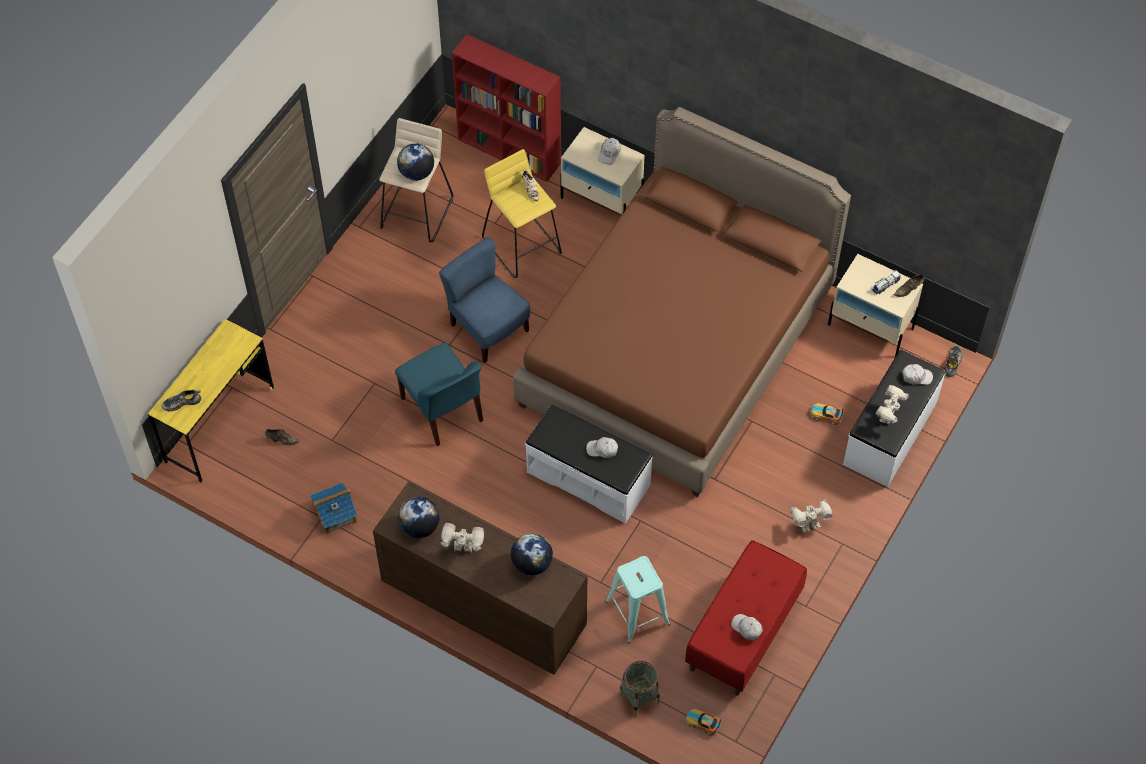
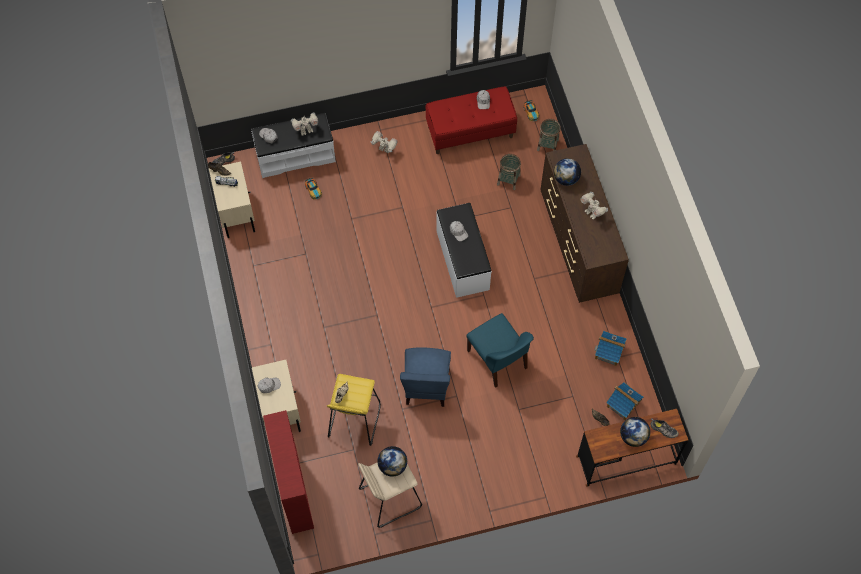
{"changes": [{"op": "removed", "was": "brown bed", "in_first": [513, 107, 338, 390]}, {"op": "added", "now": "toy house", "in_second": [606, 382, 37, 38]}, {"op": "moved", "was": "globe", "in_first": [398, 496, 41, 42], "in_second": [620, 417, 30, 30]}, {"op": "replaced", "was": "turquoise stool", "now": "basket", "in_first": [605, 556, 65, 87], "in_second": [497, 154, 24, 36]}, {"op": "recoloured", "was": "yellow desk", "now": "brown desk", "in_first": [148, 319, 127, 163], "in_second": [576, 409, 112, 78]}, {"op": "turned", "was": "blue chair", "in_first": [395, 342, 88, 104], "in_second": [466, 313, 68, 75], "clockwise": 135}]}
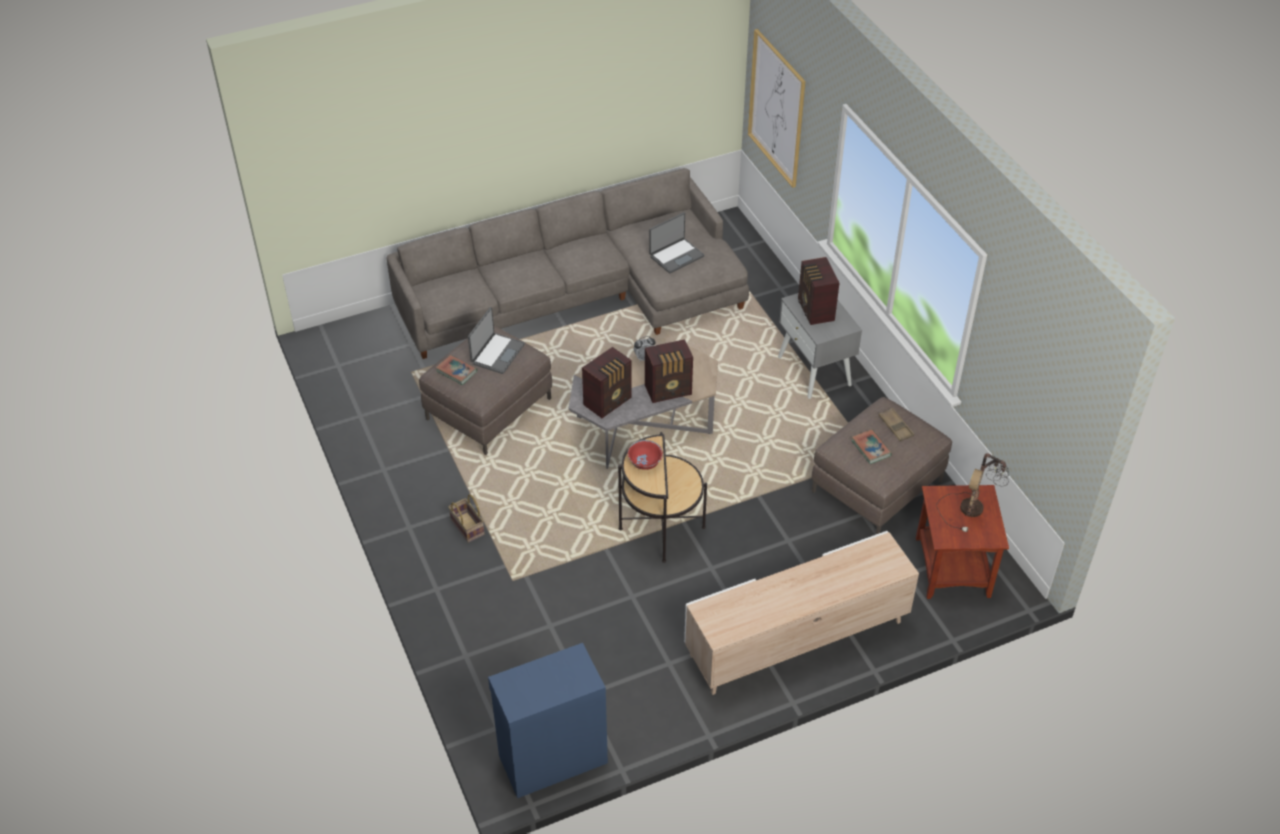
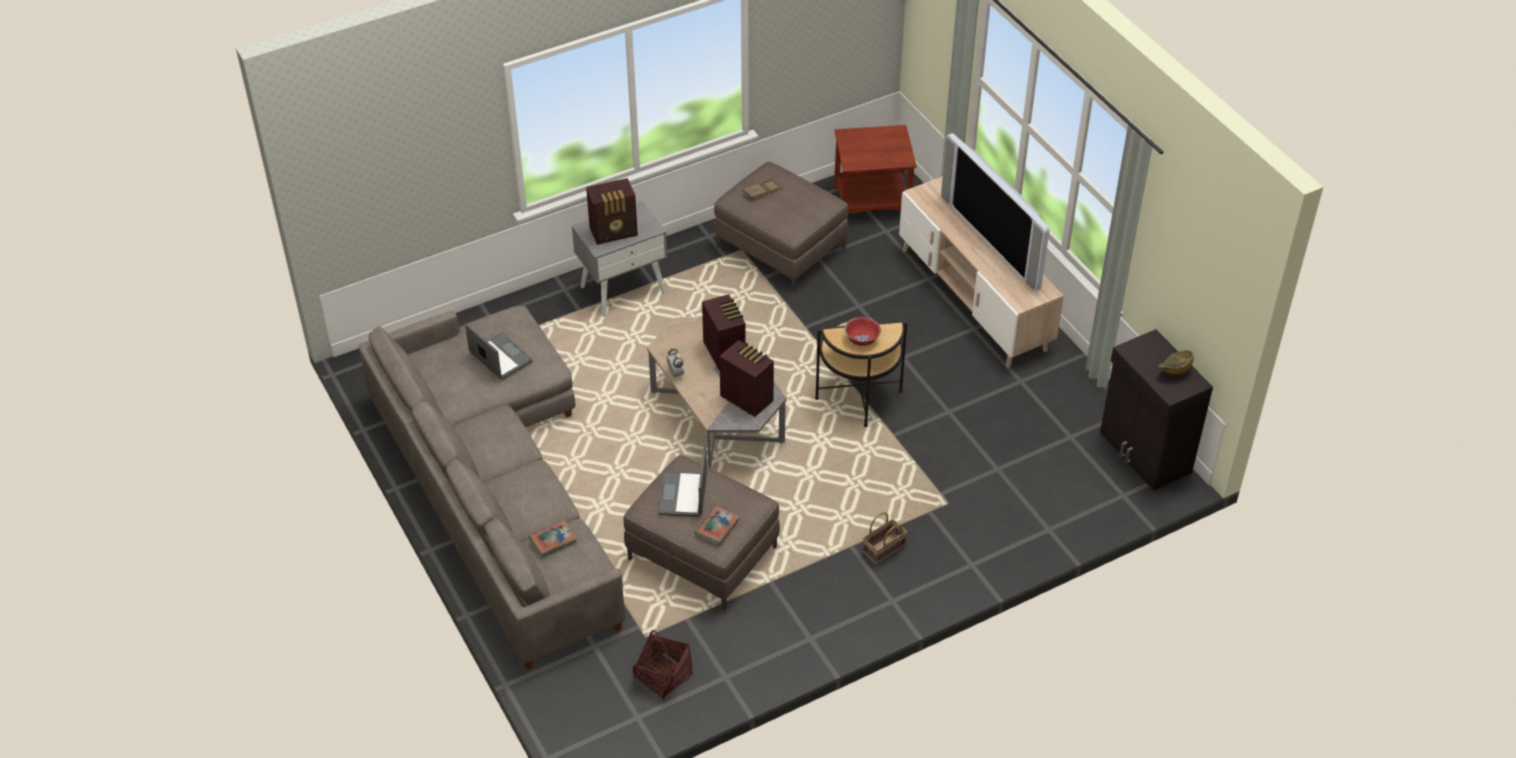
{"changes": [{"op": "removed", "was": "picture", "in_first": [748, 29, 58, 159]}, {"op": "removed", "was": "table lamp", "in_first": [936, 453, 73, 79]}, {"op": "added", "now": "basket", "in_second": [633, 630, 59, 70]}, {"op": "added", "now": "television", "in_second": [941, 133, 108, 158]}, {"op": "added", "now": "bowl", "in_second": [1158, 350, 36, 25]}, {"op": "moved", "was": "book", "in_first": [851, 430, 41, 34], "in_second": [529, 520, 48, 38]}, {"op": "recoloured", "was": "blue cabinet", "now": "black cabinet", "in_first": [488, 643, 120, 155], "in_second": [1100, 329, 113, 162]}, {"op": "turned", "was": "laptop", "in_first": [468, 307, 57, 67], "in_second": [658, 446, 49, 71], "clockwise": -105}]}
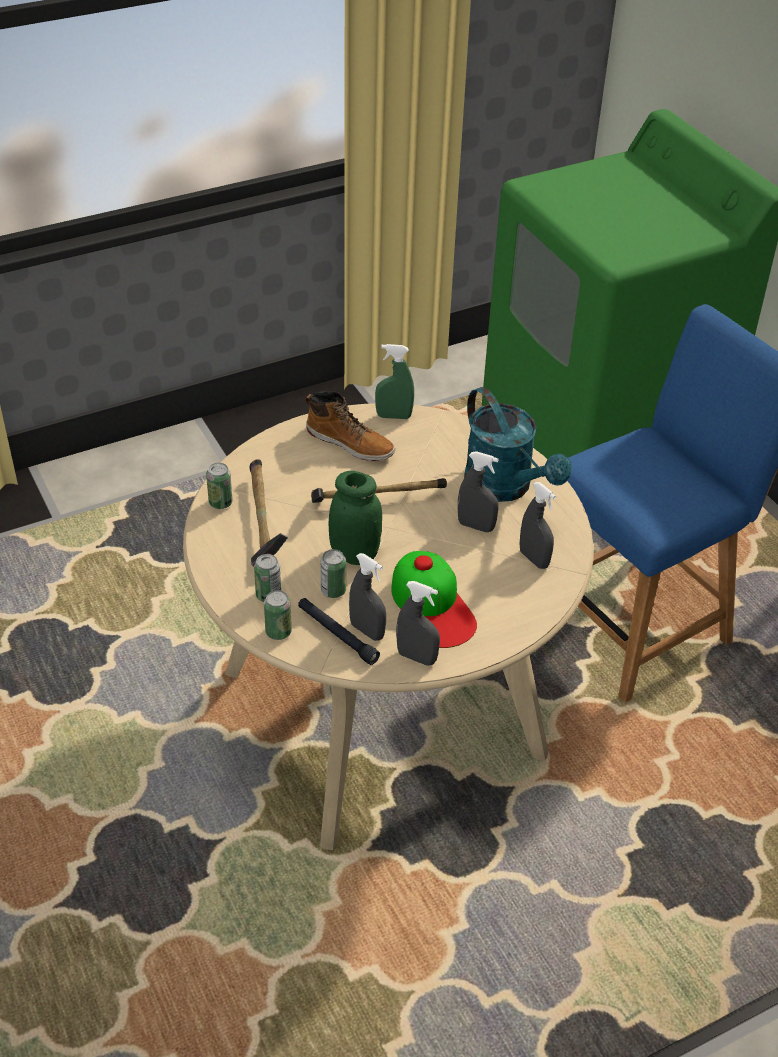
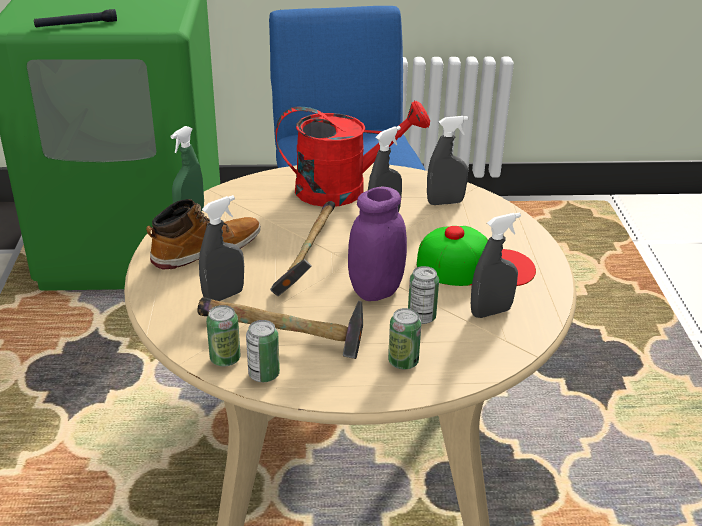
{"changes": [{"op": "moved", "was": "can", "in_first": [264, 590, 28, 50], "in_second": [246, 320, 34, 62]}, {"op": "moved", "was": "black flashlight", "in_first": [298, 598, 82, 67], "in_second": [34, 9, 83, 18]}, {"op": "moved", "was": "grey spray bottle", "in_first": [396, 581, 44, 85], "in_second": [199, 195, 45, 106]}, {"op": "recoloured", "was": "green jar", "now": "purple jar", "in_first": [328, 471, 54, 94], "in_second": [348, 187, 59, 114]}, {"op": "recoloured", "was": "turquoise watering can", "now": "red watering can", "in_first": [464, 387, 107, 115], "in_second": [276, 101, 154, 105]}]}
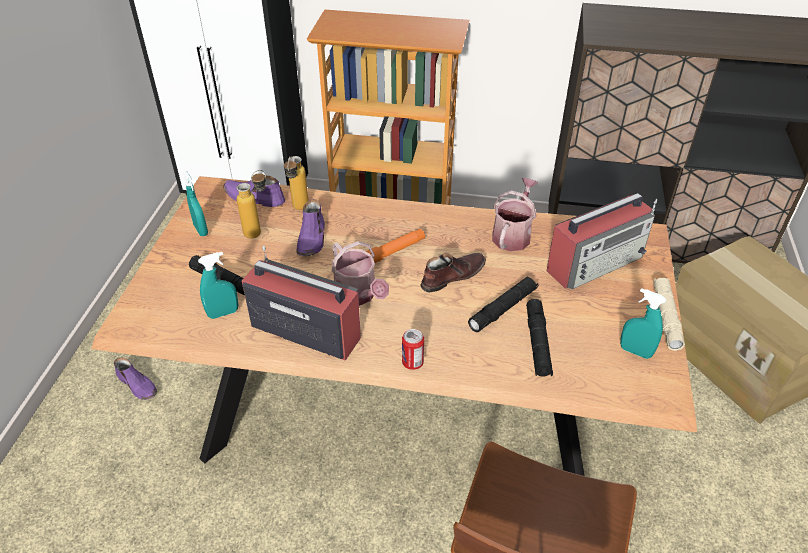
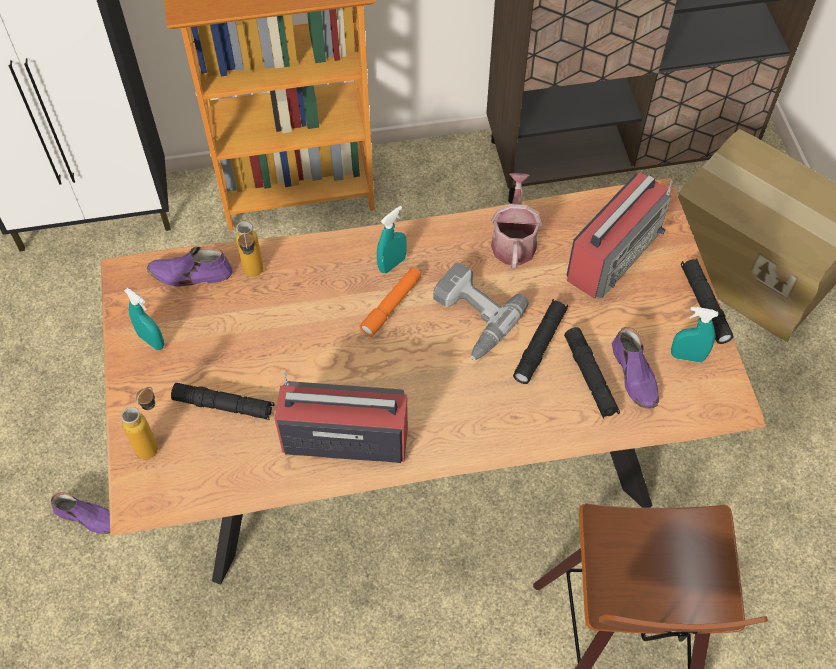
{"changes": [{"op": "removed", "was": "watering can", "in_first": [331, 241, 58, 65]}, {"op": "removed", "was": "can", "in_first": [402, 329, 22, 41]}, {"op": "moved", "was": "turquoise spray bottle", "in_first": [198, 252, 40, 67], "in_second": [377, 206, 30, 67]}, {"op": "moved", "was": "bottle", "in_first": [237, 170, 29, 69], "in_second": [121, 387, 37, 72]}, {"op": "moved", "was": "purple shoe", "in_first": [296, 199, 29, 57], "in_second": [612, 327, 47, 82]}, {"op": "replaced", "was": "brown shoe", "now": "power drill", "in_first": [421, 253, 65, 40], "in_second": [433, 262, 96, 98]}, {"op": "recoloured", "was": "beige flashlight", "now": "black flashlight", "in_first": [653, 278, 32, 73], "in_second": [681, 258, 53, 86]}]}
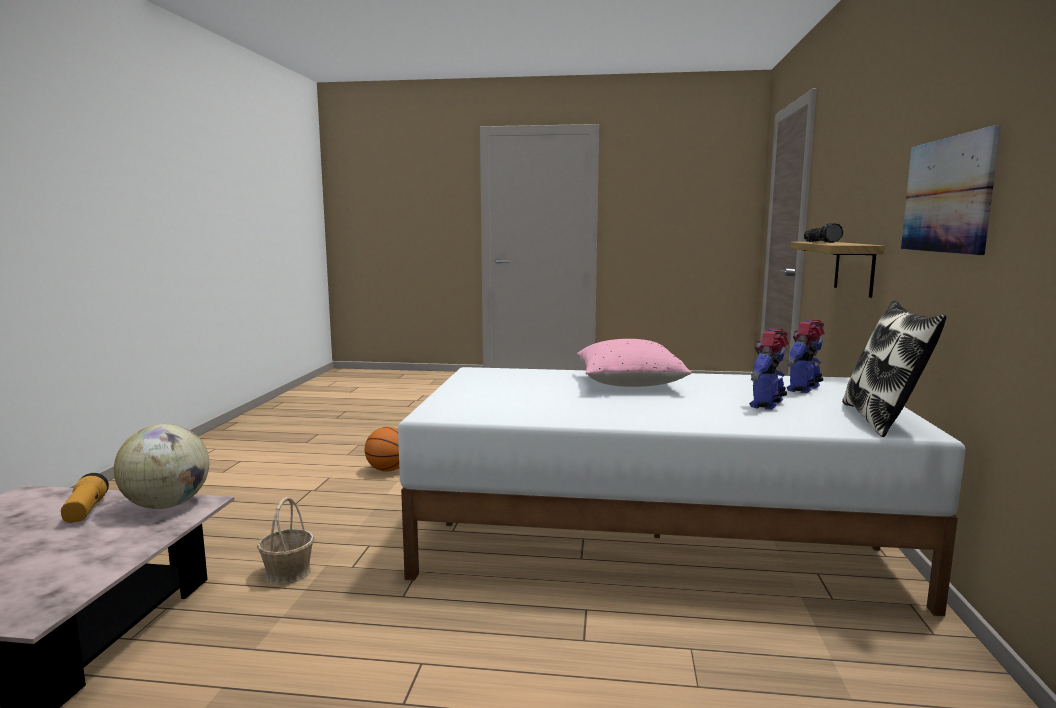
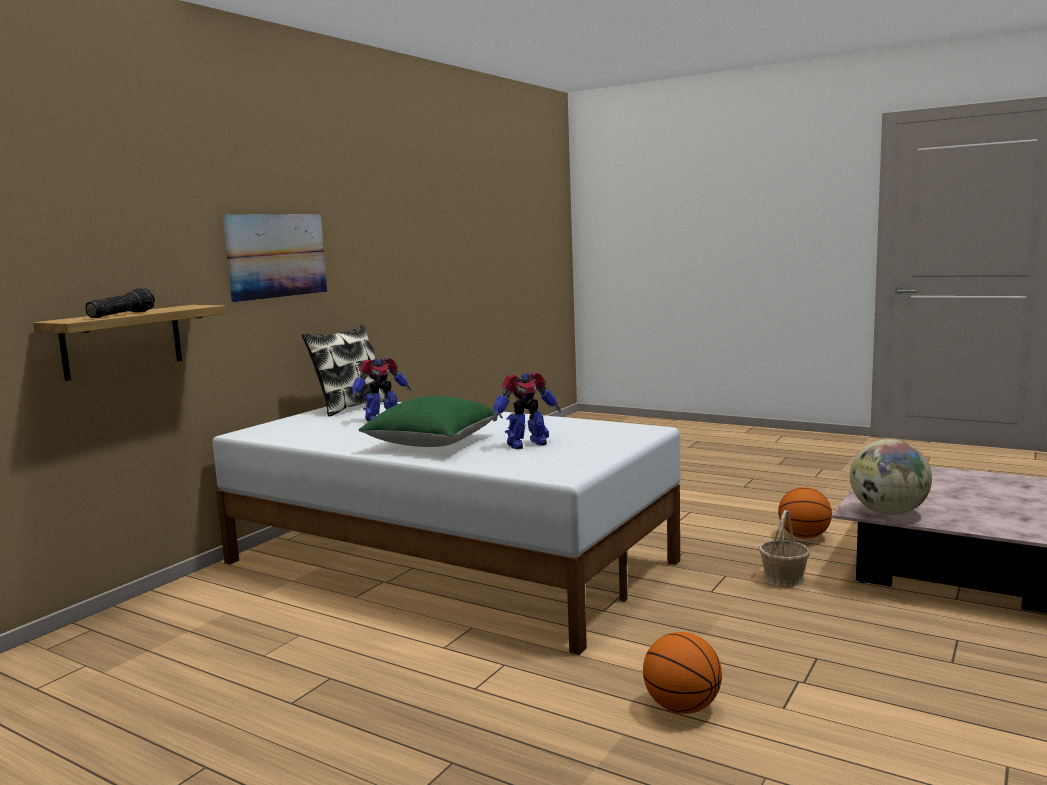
{"changes": [{"op": "removed", "was": "flashlight", "in_first": [61, 473, 48, 49]}, {"op": "added", "now": "basketball", "in_second": [778, 487, 54, 52]}, {"op": "moved", "was": "toy robot", "in_first": [786, 319, 39, 74], "in_second": [492, 372, 69, 77]}, {"op": "recoloured", "was": "pink pillow", "now": "green pillow", "in_first": [577, 339, 115, 48], "in_second": [359, 396, 136, 51]}]}
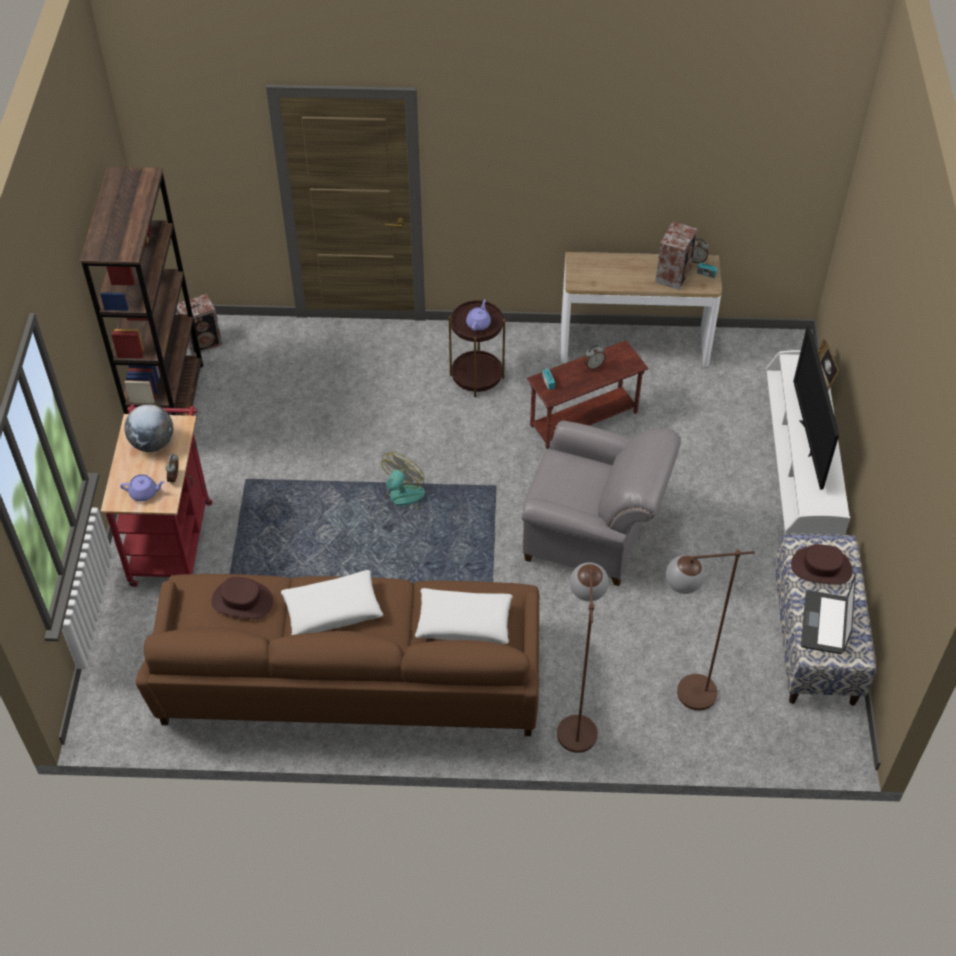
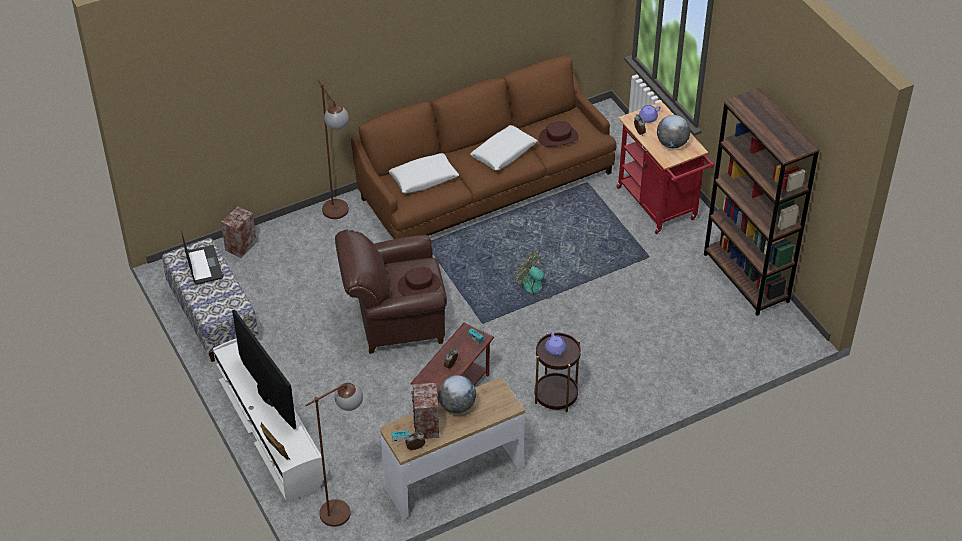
{"changes": [{"op": "added", "now": "globe", "in_second": [438, 375, 38, 38]}, {"op": "moved", "was": "speaker", "in_first": [176, 294, 46, 61], "in_second": [221, 206, 36, 52]}, {"op": "moved", "was": "brown floor lamp", "in_first": [666, 550, 89, 160], "in_second": [306, 382, 57, 145]}, {"op": "moved", "was": "brown hat", "in_first": [791, 544, 61, 40], "in_second": [397, 267, 44, 29]}, {"op": "recoloured", "was": "grey armchair", "now": "brown armchair", "in_first": [521, 420, 160, 166], "in_second": [335, 230, 112, 124]}, {"op": "turned", "was": "fan", "in_first": [381, 452, 44, 61], "in_second": [515, 252, 38, 47], "clockwise": 120}]}
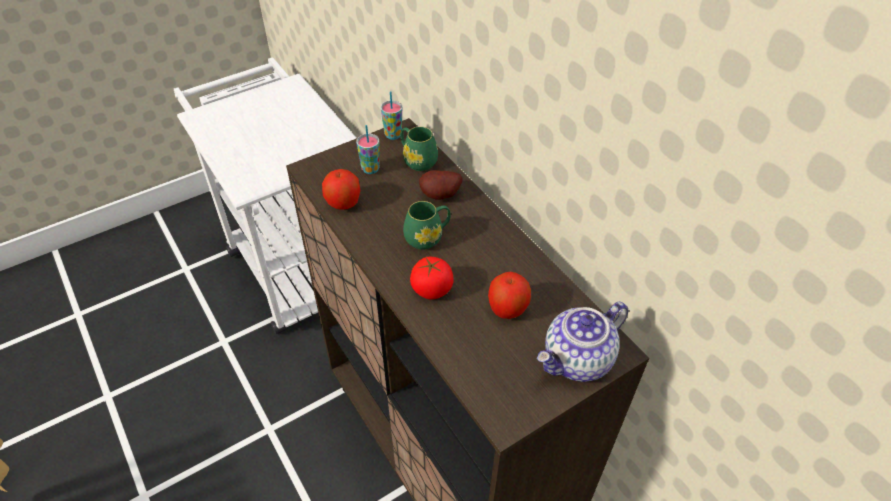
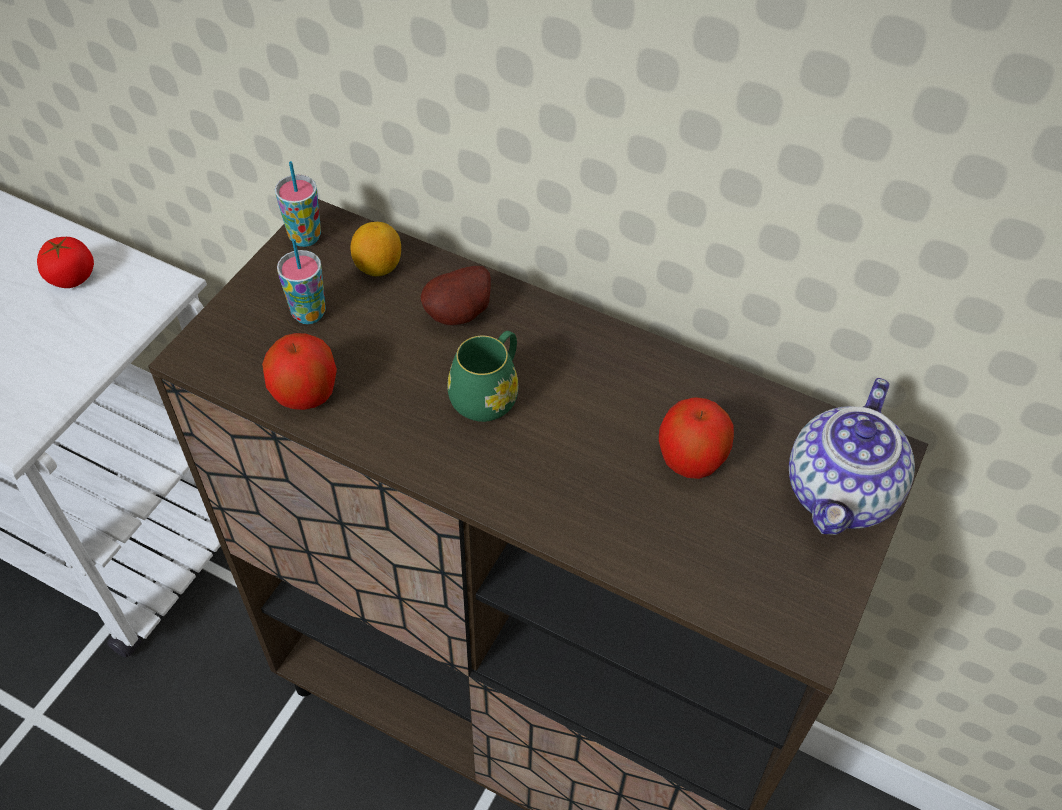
{"changes": [{"op": "moved", "was": "tomato", "in_first": [410, 257, 44, 42], "in_second": [37, 237, 57, 51]}, {"op": "replaced", "was": "green mug", "now": "lemon", "in_first": [400, 126, 38, 45], "in_second": [351, 222, 50, 54]}]}
